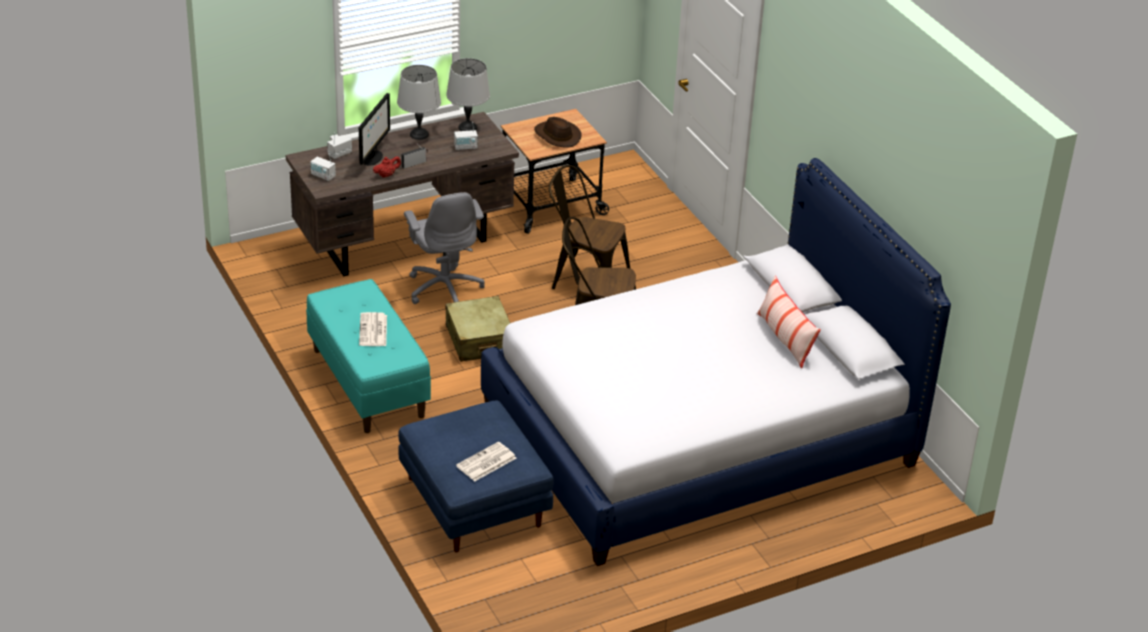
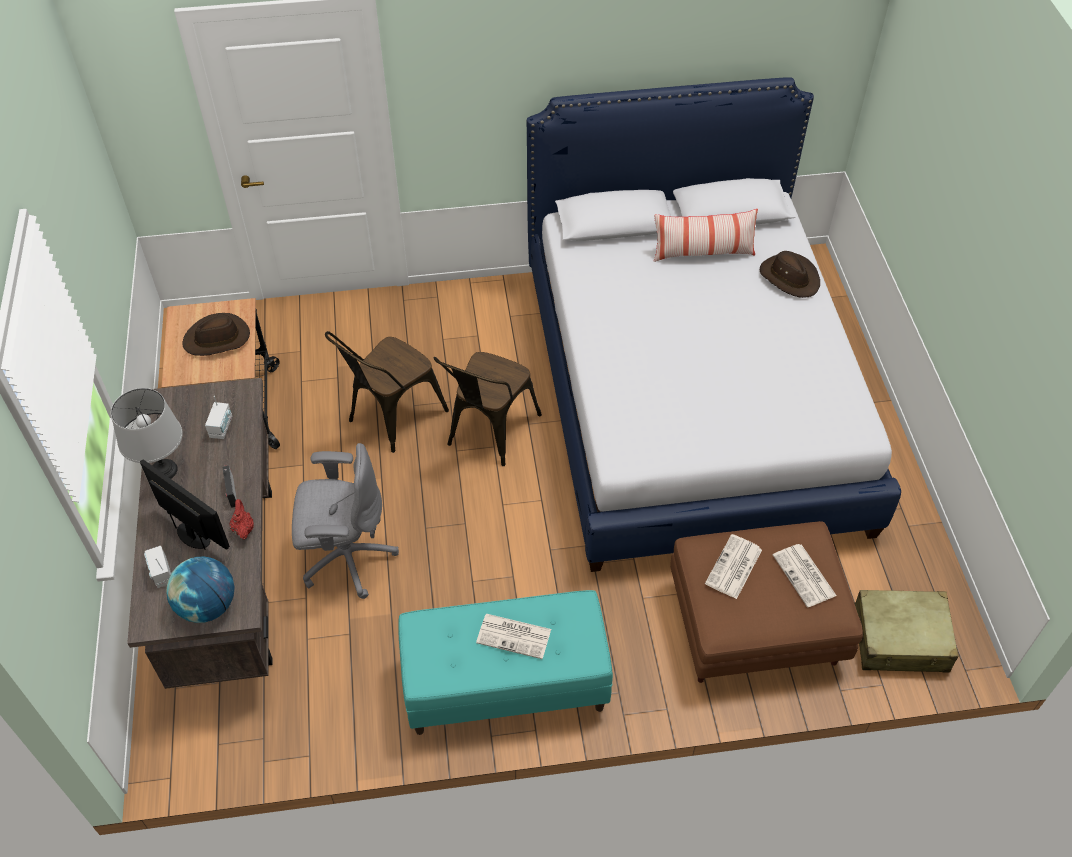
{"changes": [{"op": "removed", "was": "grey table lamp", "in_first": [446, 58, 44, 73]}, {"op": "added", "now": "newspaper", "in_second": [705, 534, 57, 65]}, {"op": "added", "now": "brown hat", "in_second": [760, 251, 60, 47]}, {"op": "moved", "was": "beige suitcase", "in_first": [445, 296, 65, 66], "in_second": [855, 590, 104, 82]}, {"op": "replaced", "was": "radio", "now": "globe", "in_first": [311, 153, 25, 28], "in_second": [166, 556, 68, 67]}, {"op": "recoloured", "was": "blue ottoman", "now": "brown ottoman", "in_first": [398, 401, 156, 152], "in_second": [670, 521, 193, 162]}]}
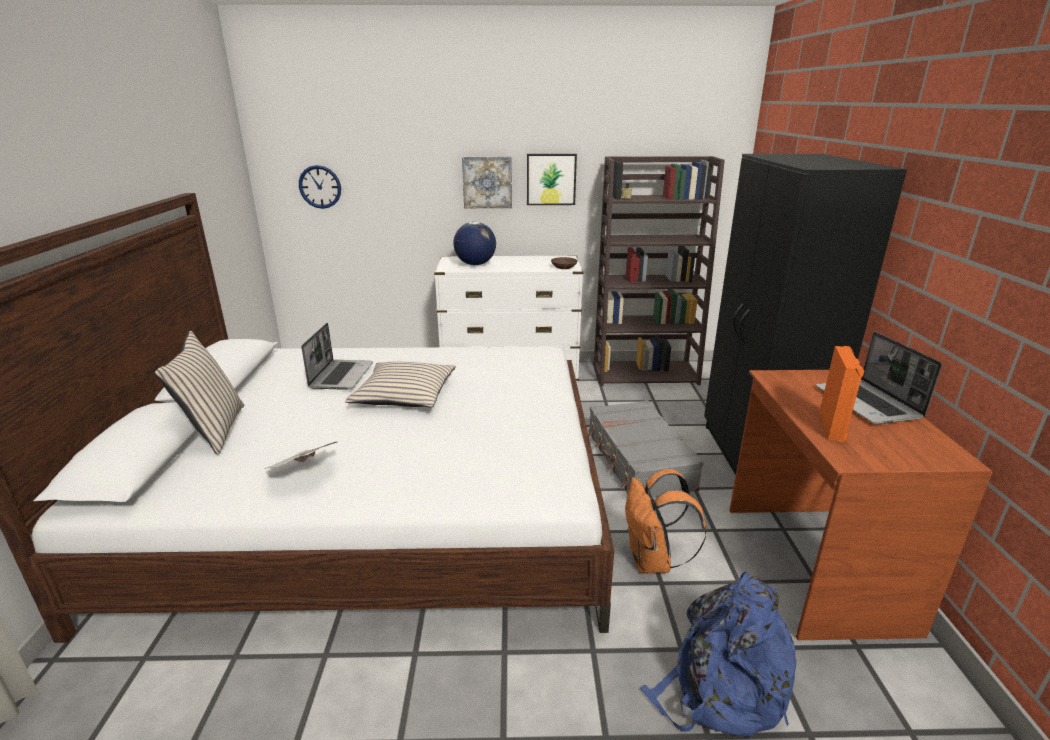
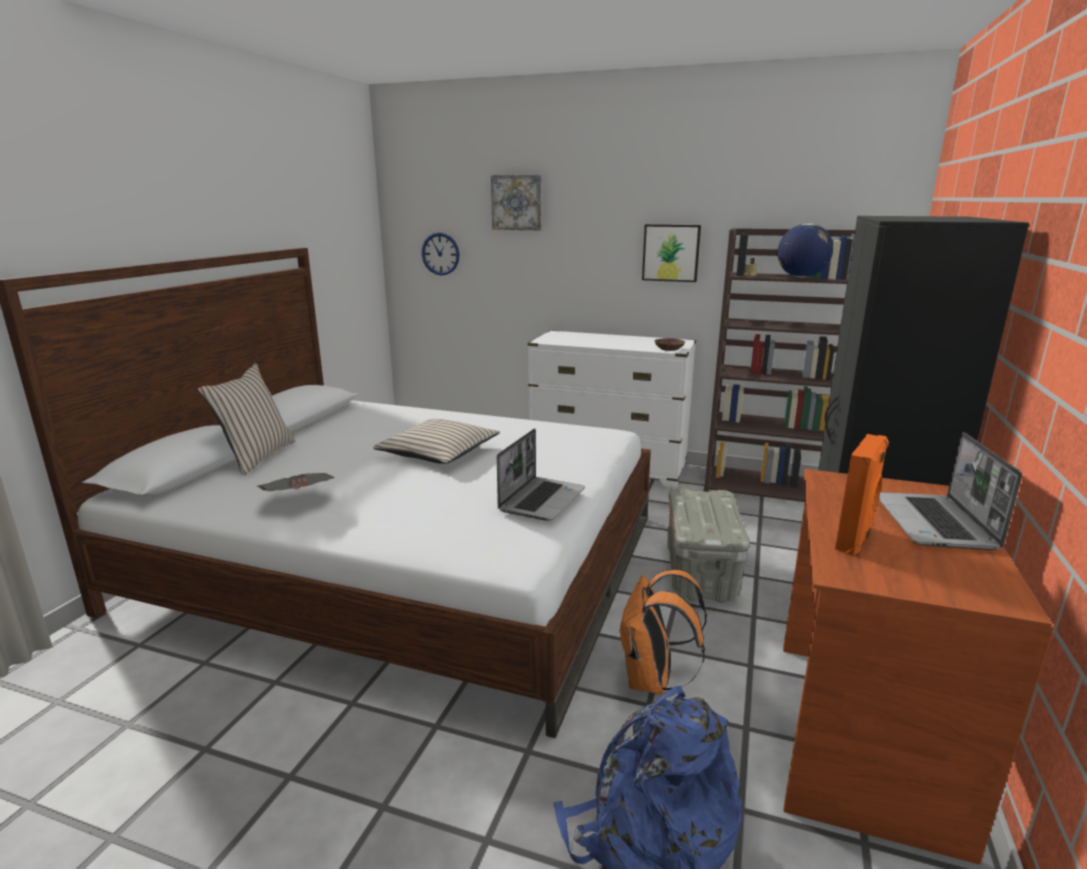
{"changes": [{"op": "moved", "was": "laptop", "in_first": [301, 323, 72, 67], "in_second": [497, 428, 88, 93]}, {"op": "moved", "was": "globe", "in_first": [453, 222, 43, 43], "in_second": [777, 223, 56, 55]}, {"op": "moved", "was": "picture", "in_first": [462, 157, 50, 51], "in_second": [491, 175, 51, 55]}, {"op": "replaced", "was": "grey suitcase", "now": "grey storage box", "in_first": [588, 400, 116, 98], "in_second": [667, 488, 83, 115]}]}
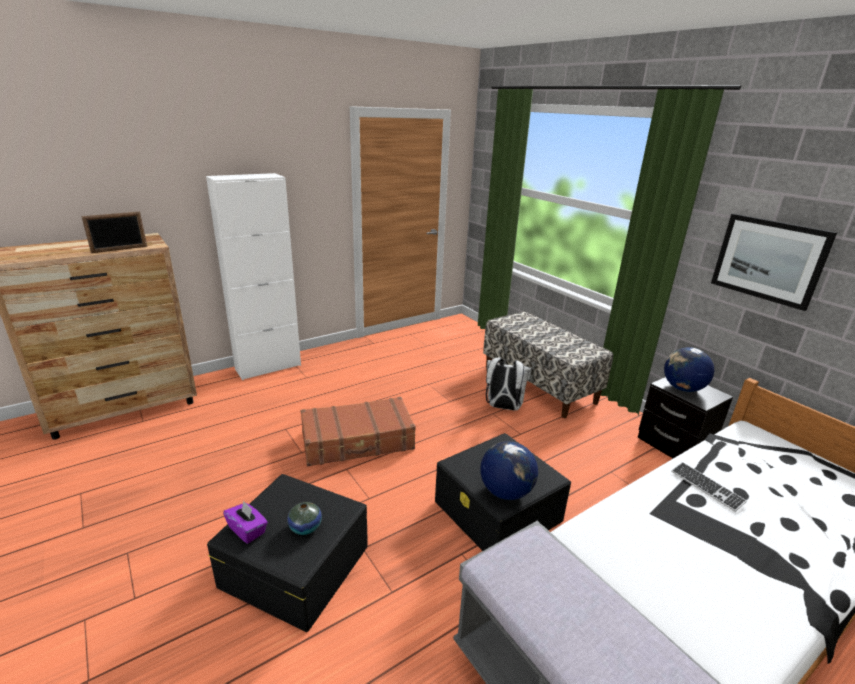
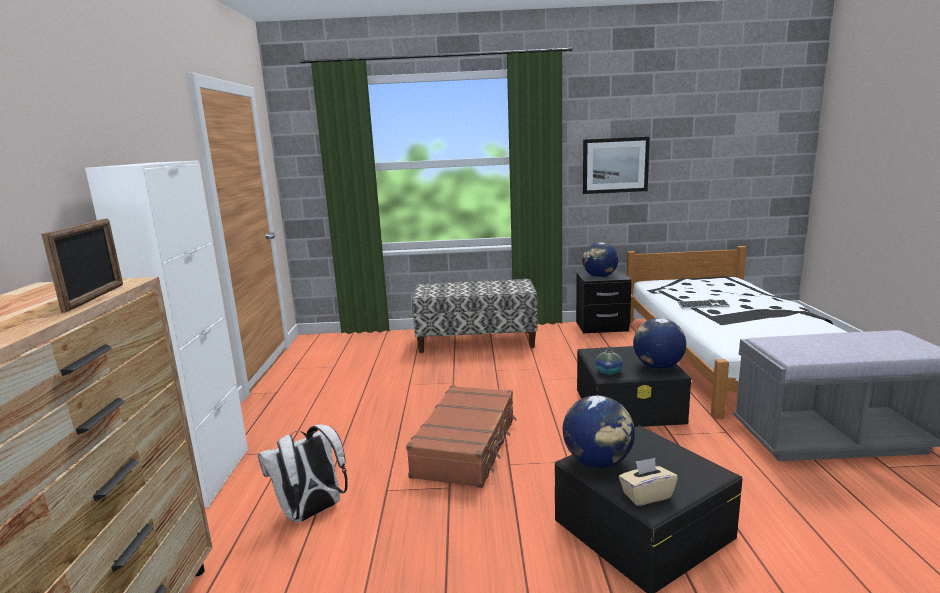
{"changes": [{"op": "added", "now": "globe", "in_second": [563, 395, 72, 73]}, {"op": "moved", "was": "vase", "in_first": [287, 502, 35, 33], "in_second": [595, 349, 28, 26]}, {"op": "moved", "was": "white backpack", "in_first": [486, 357, 46, 53], "in_second": [258, 425, 90, 97]}, {"op": "recoloured", "was": "purple tissue box", "now": "beige tissue box", "in_first": [223, 501, 45, 43], "in_second": [619, 458, 59, 48]}]}
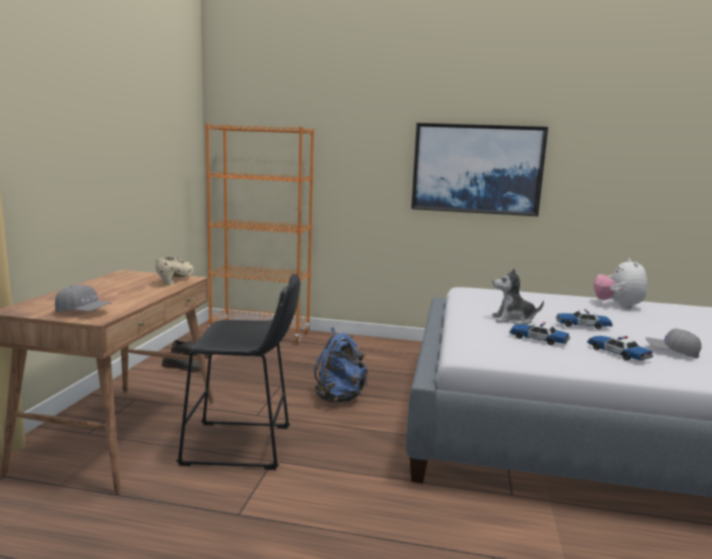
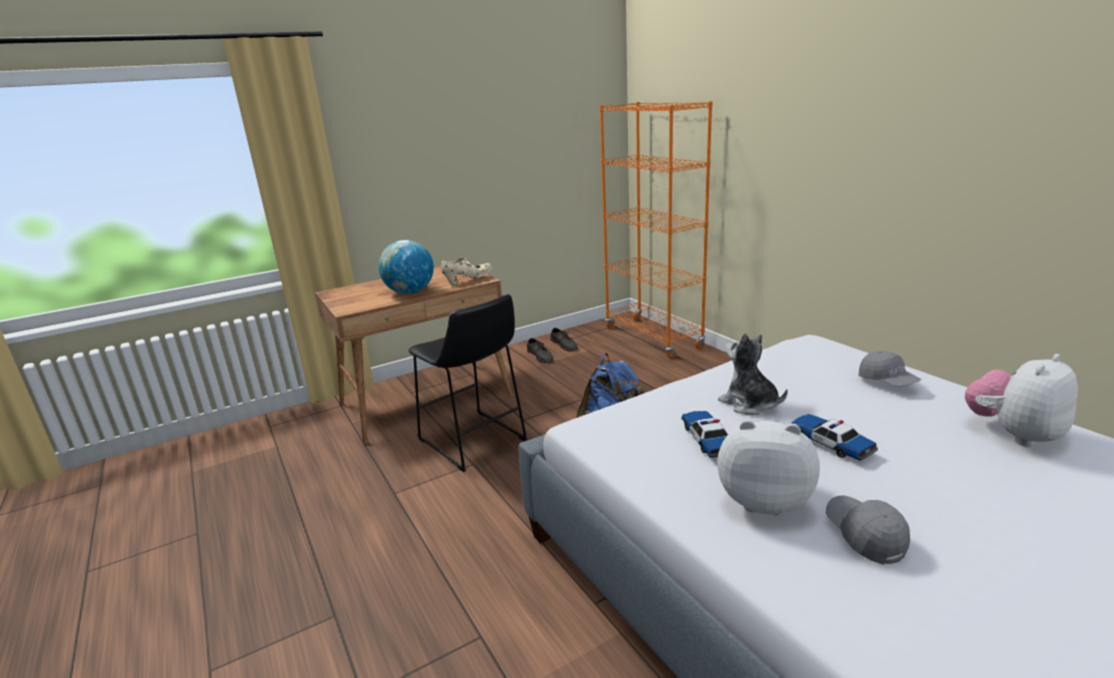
{"changes": [{"op": "removed", "was": "picture", "in_first": [411, 123, 137, 93]}, {"op": "added", "now": "globe", "in_second": [378, 240, 56, 54]}, {"op": "moved", "was": "grey cap", "in_first": [55, 285, 57, 27], "in_second": [859, 351, 62, 36]}, {"op": "replaced", "was": "toy car", "now": "plush toy", "in_first": [587, 336, 66, 25], "in_second": [717, 420, 103, 95]}]}
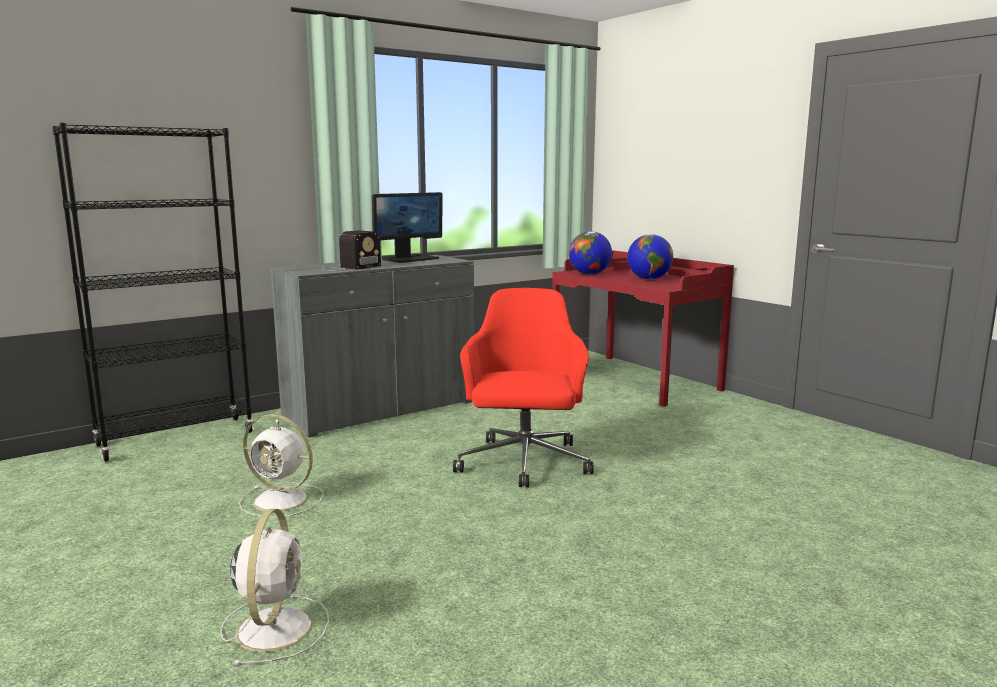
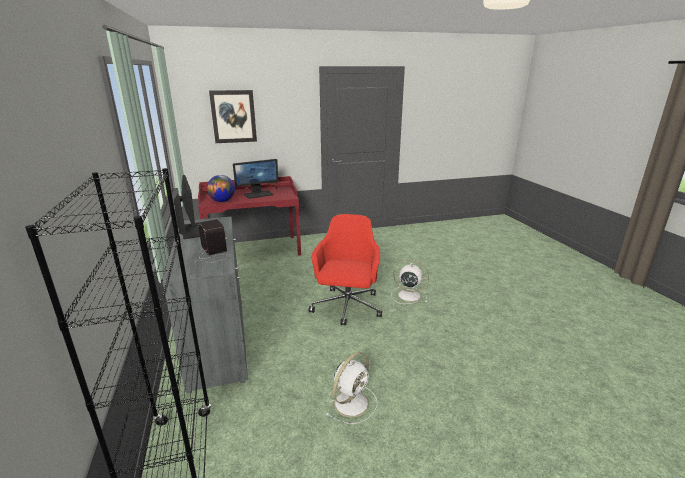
{"changes": [{"op": "added", "now": "picture", "in_second": [209, 90, 48, 53]}, {"op": "moved", "was": "white fan", "in_first": [220, 509, 109, 157], "in_second": [391, 259, 38, 45]}, {"op": "replaced", "was": "globe", "now": "monitor", "in_first": [627, 234, 46, 46], "in_second": [233, 159, 45, 40]}, {"op": "turned", "was": "red office chair", "in_first": [453, 288, 140, 199], "in_second": [309, 214, 73, 111], "clockwise": 75}]}
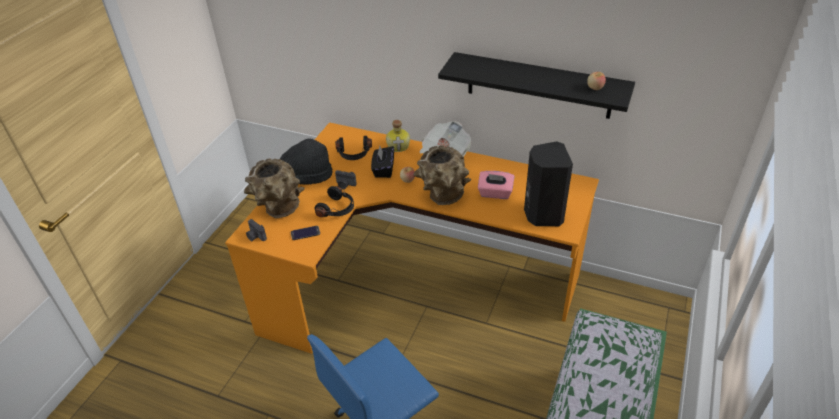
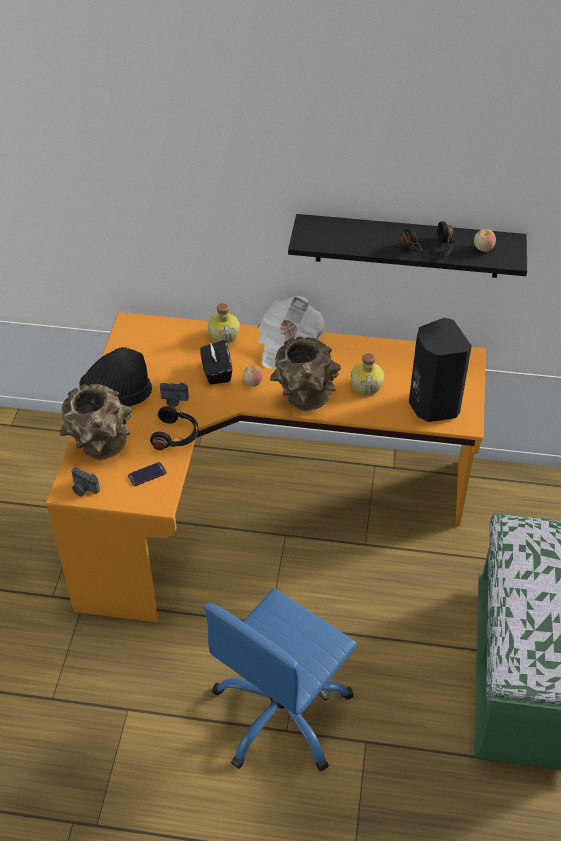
{"changes": [{"op": "moved", "was": "black headphones", "in_first": [335, 136, 37, 24], "in_second": [400, 221, 55, 39]}, {"op": "replaced", "was": "pink tissue box", "now": "bottle", "in_first": [478, 171, 36, 28], "in_second": [351, 353, 33, 43]}]}
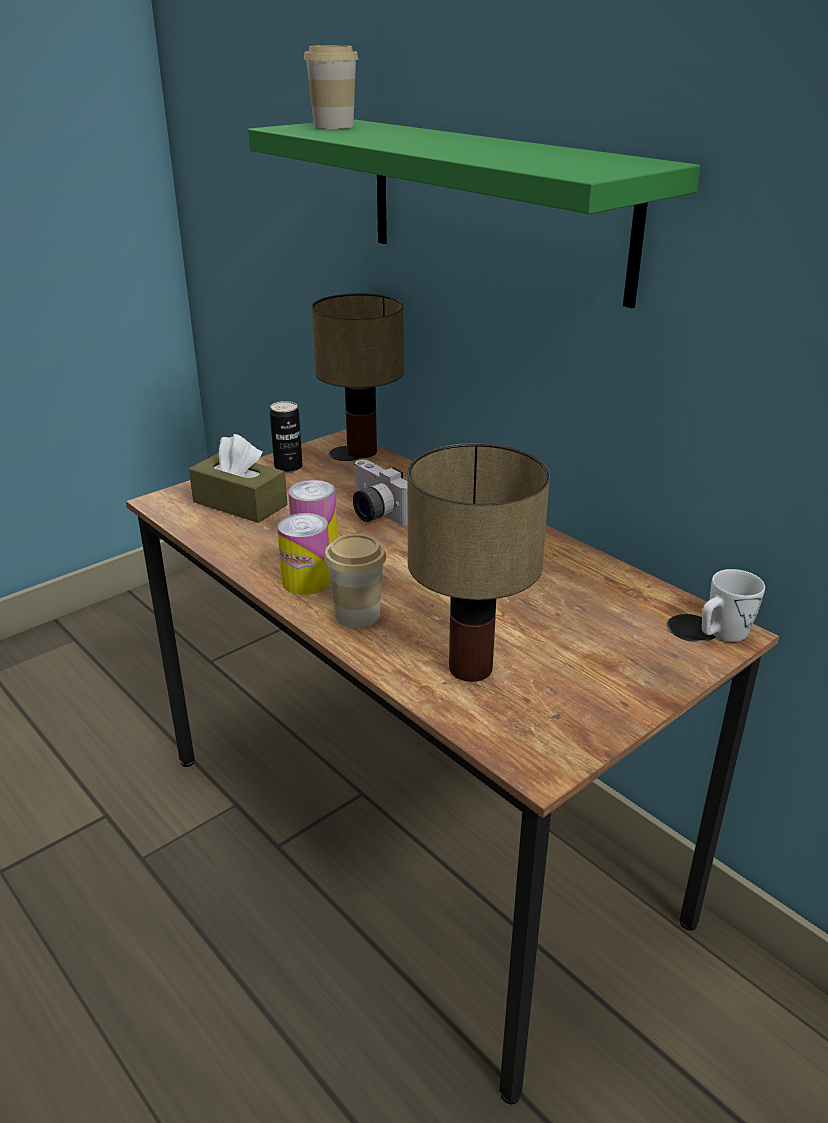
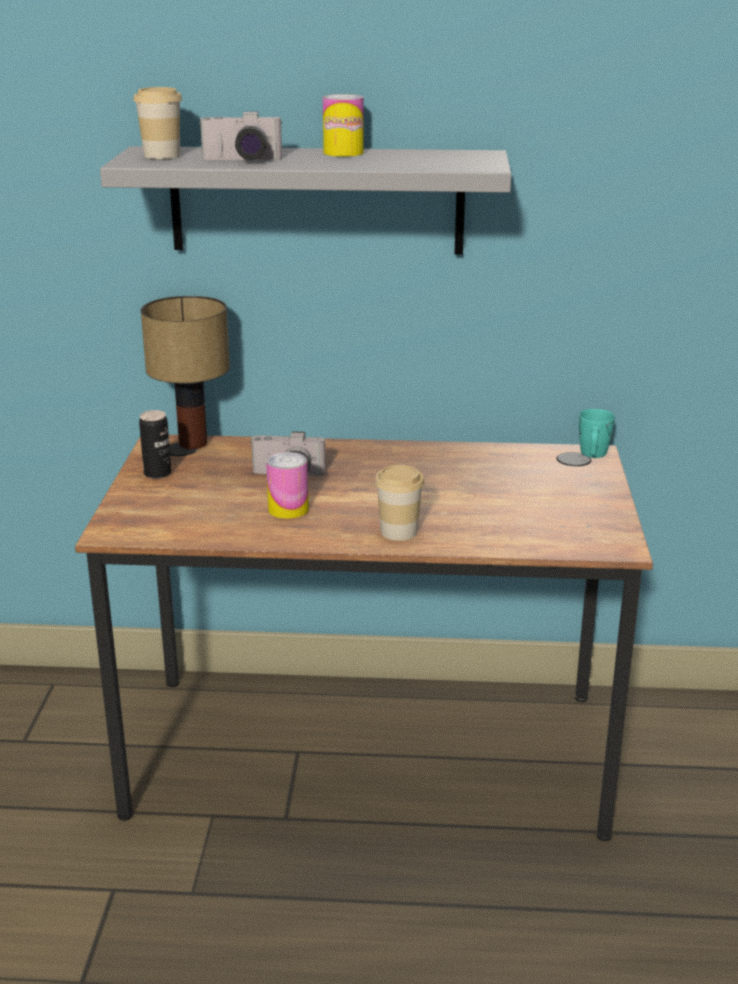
{"changes": [{"op": "removed", "was": "brown tissue box", "in_first": [189, 434, 99, 89]}, {"op": "removed", "was": "table lamp", "in_first": [407, 443, 143, 239]}, {"op": "added", "now": "photo camera", "in_second": [199, 112, 84, 48]}, {"op": "moved", "was": "can", "in_first": [277, 513, 53, 82], "in_second": [323, 94, 41, 63]}, {"op": "recoloured", "was": "green shelf", "now": "grey shelf", "in_first": [248, 120, 452, 188], "in_second": [100, 146, 411, 109]}, {"op": "recoloured", "was": "white mug", "now": "turquoise mug", "in_first": [702, 569, 63, 73], "in_second": [579, 409, 36, 49]}]}
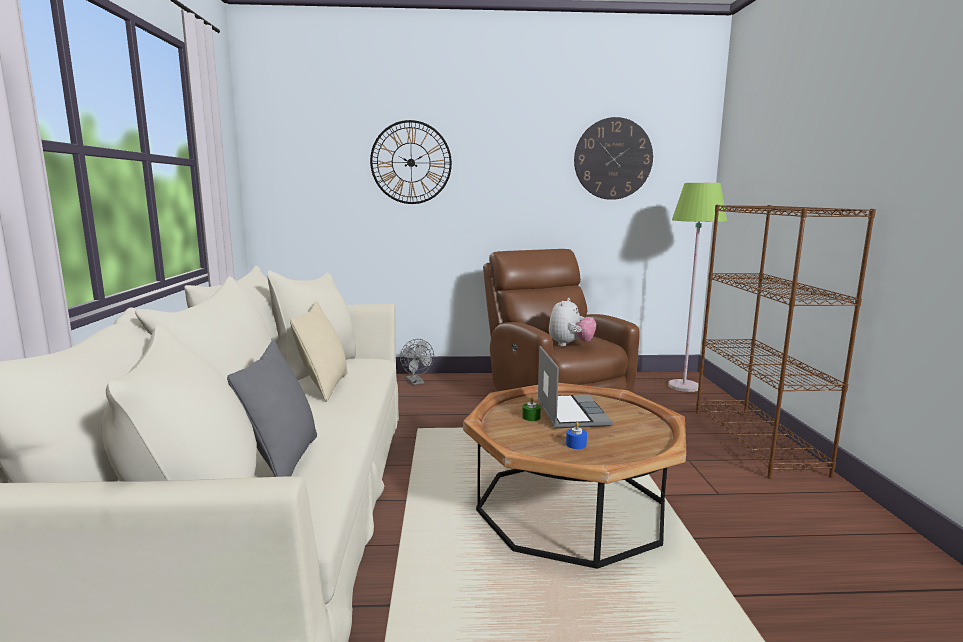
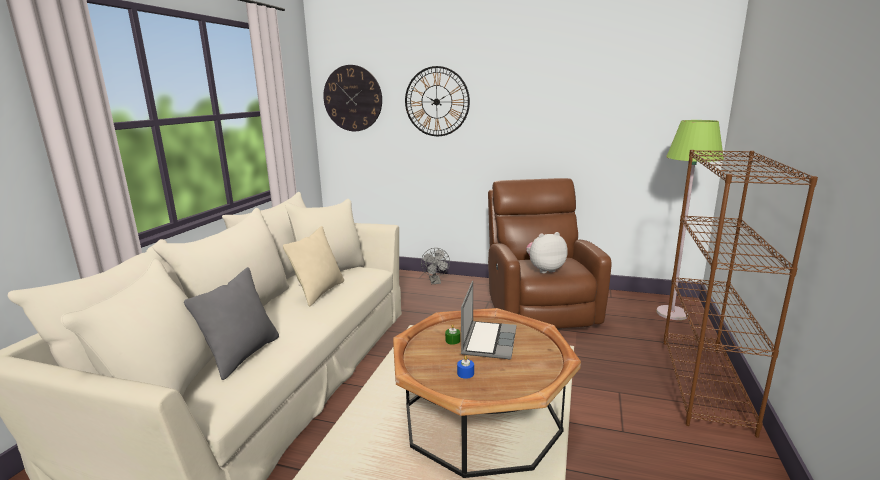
{"changes": [{"op": "moved", "was": "wall clock", "in_first": [574, 117, 79, 83], "in_second": [323, 65, 59, 66]}, {"op": "turned", "was": "plush toy", "in_first": [549, 298, 47, 48], "in_second": [526, 232, 42, 41], "clockwise": -150}]}
